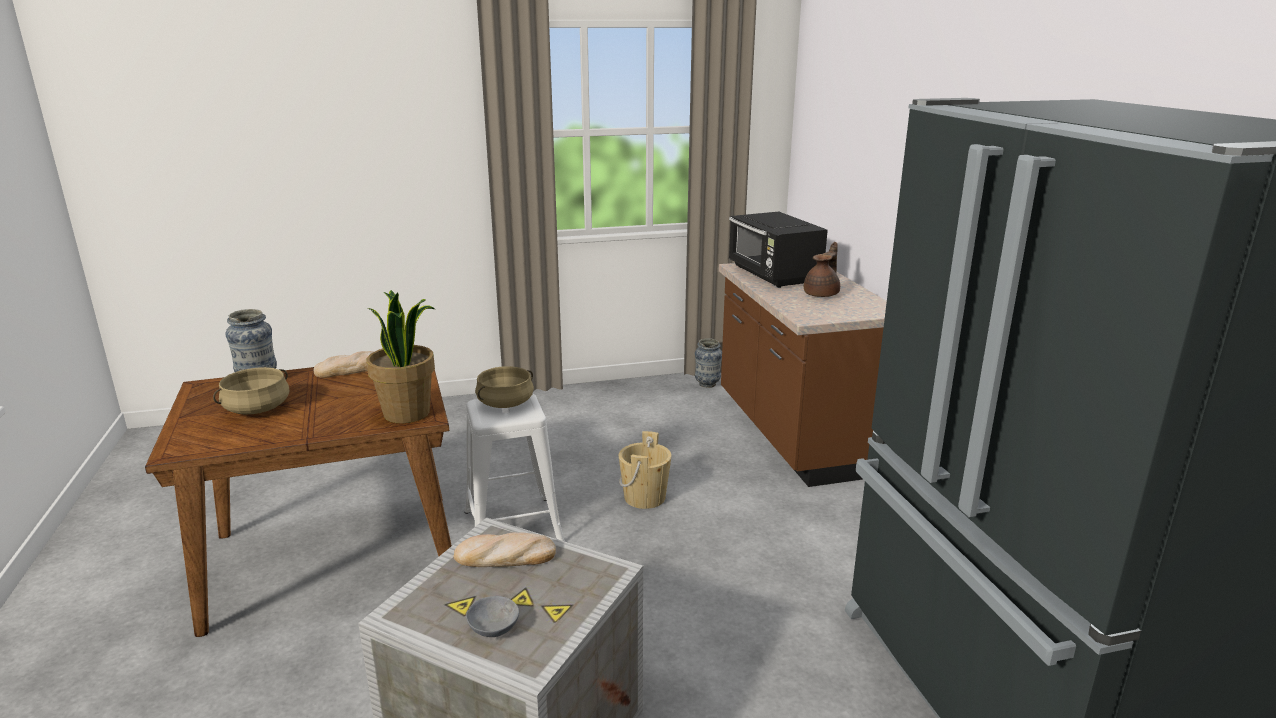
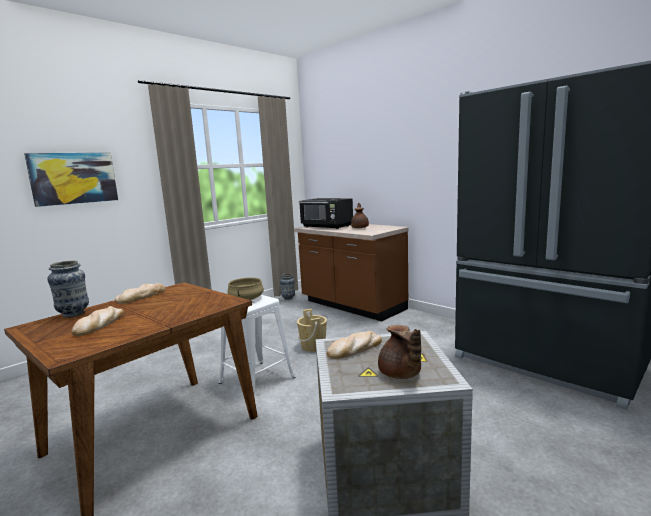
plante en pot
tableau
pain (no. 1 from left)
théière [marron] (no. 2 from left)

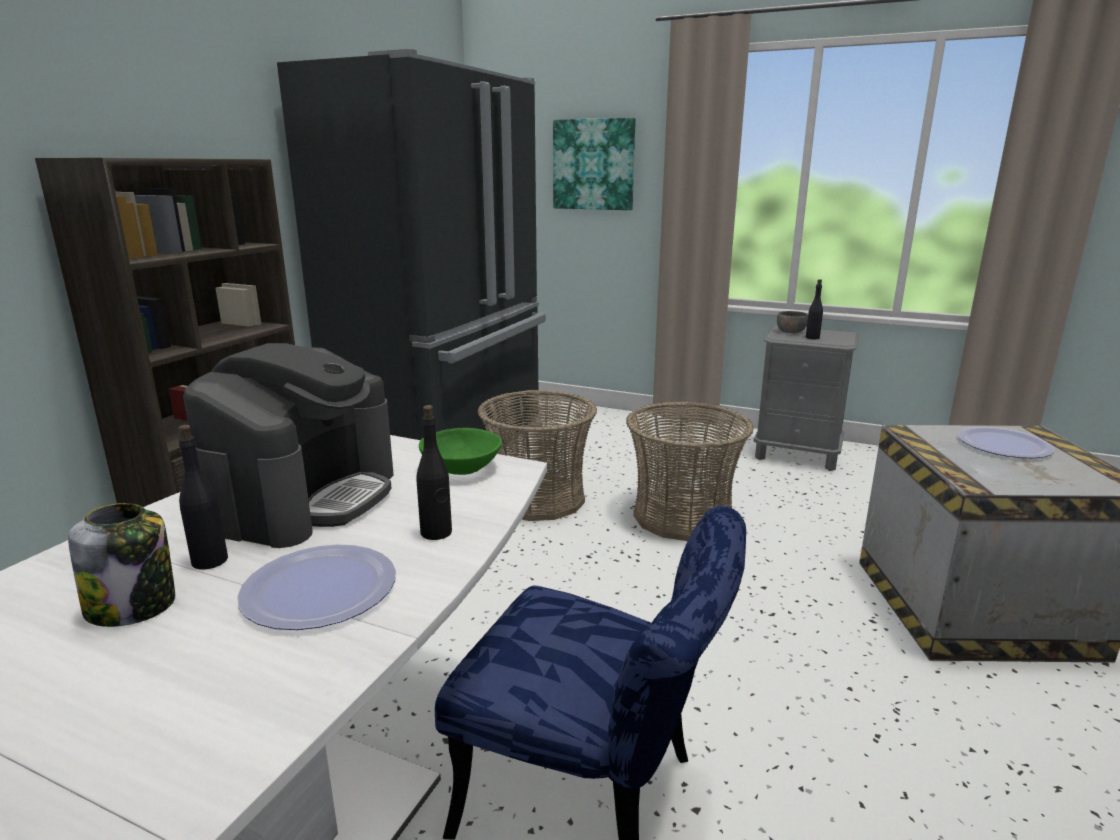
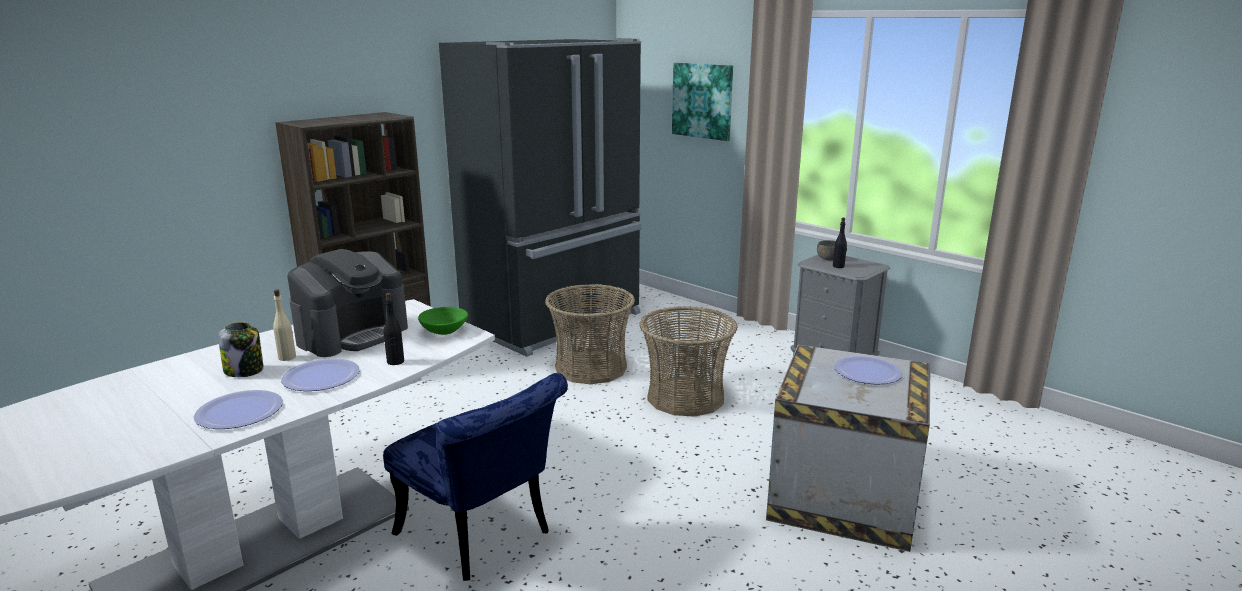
assiette (no. 1 from left)
bouteille [beige]

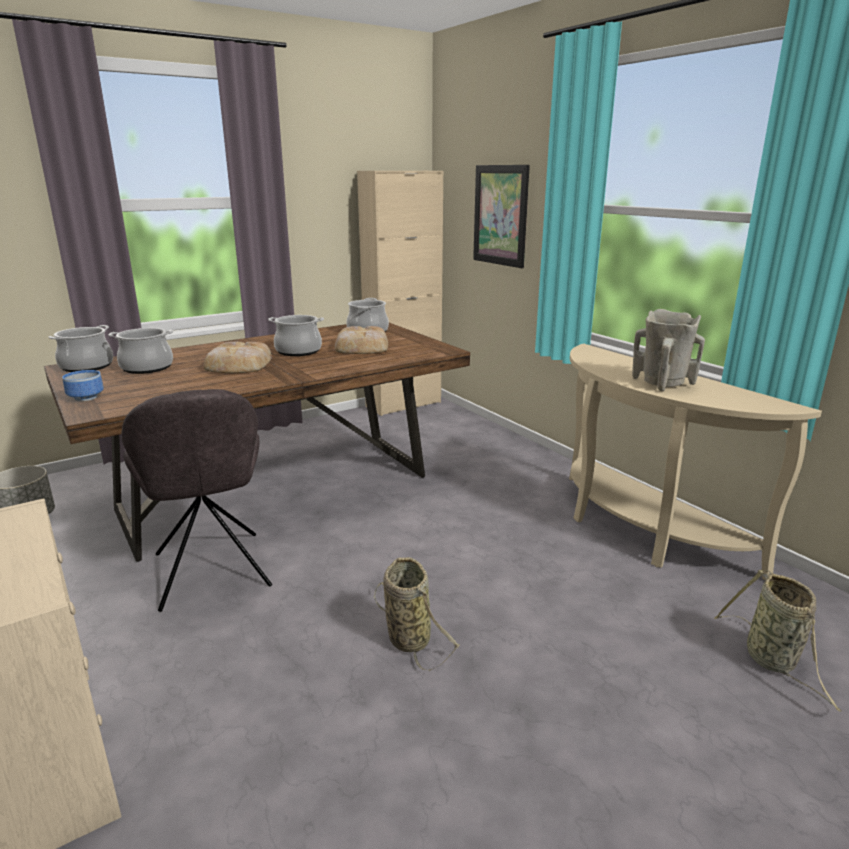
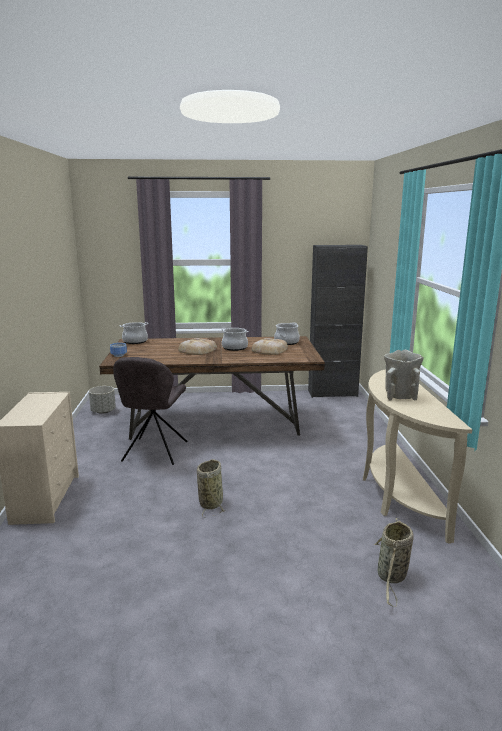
marmite (no. 2 from left in the first image)
tableau
meuble de rangement [noir]

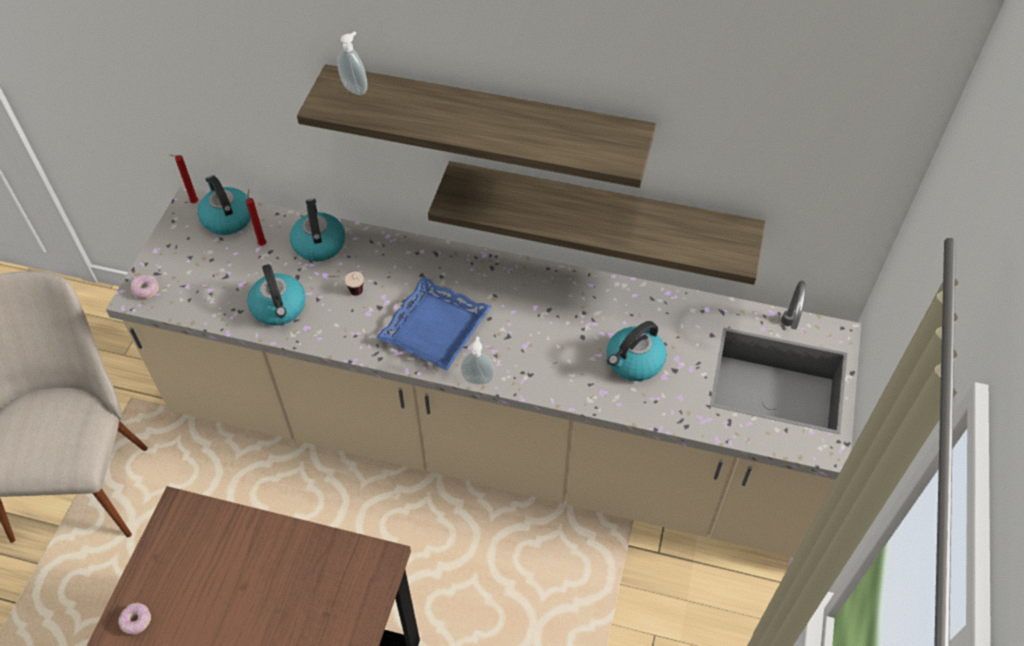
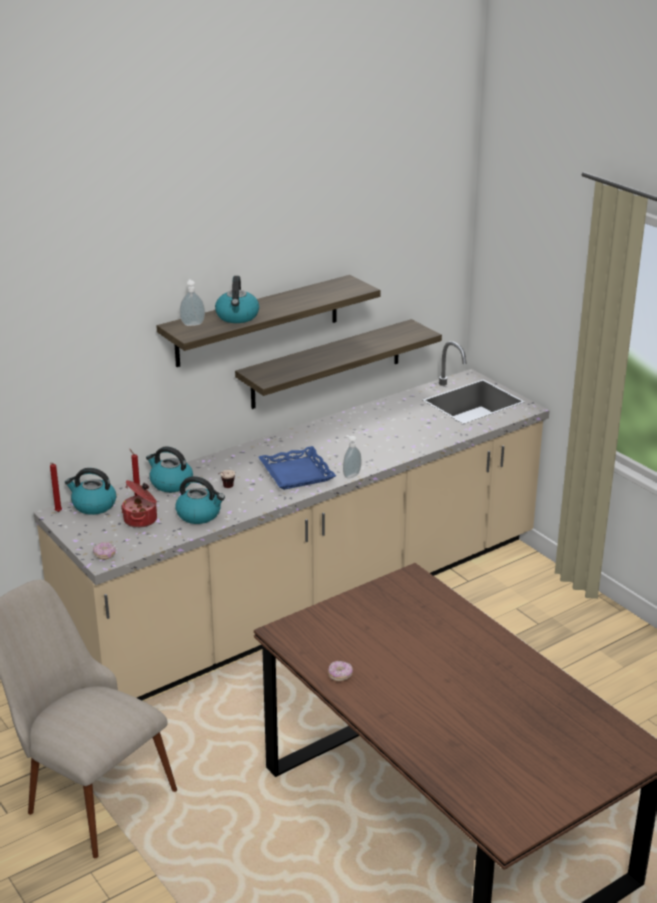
marmite
bouilloire (no. 4 from left)

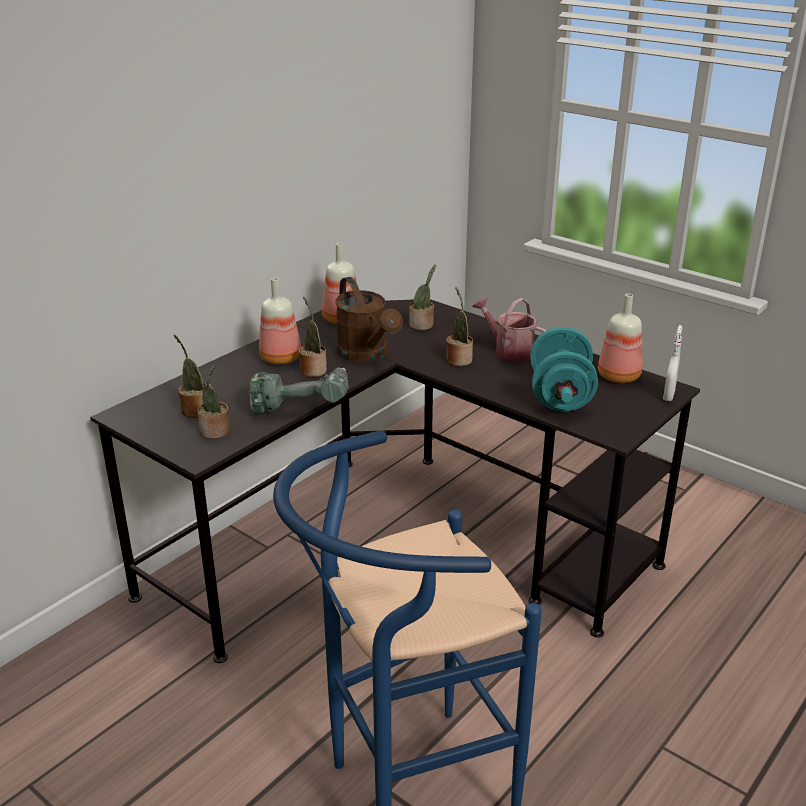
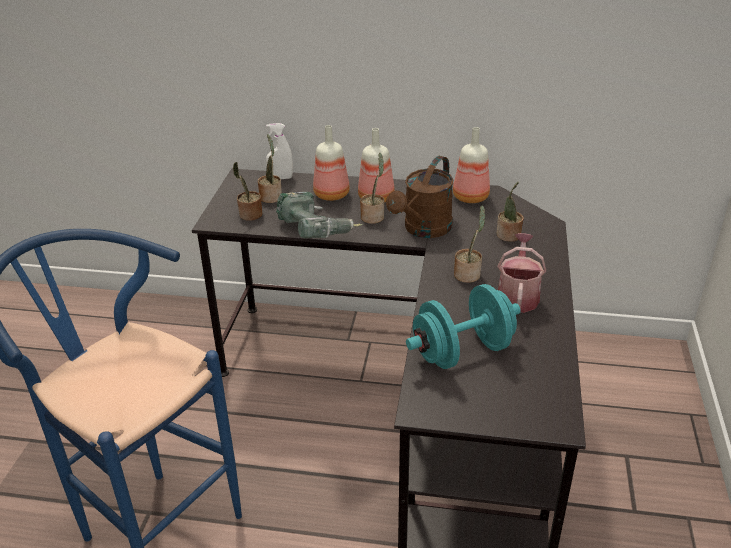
bouteille (no. 1 from left)
vaporisateur [blanc]

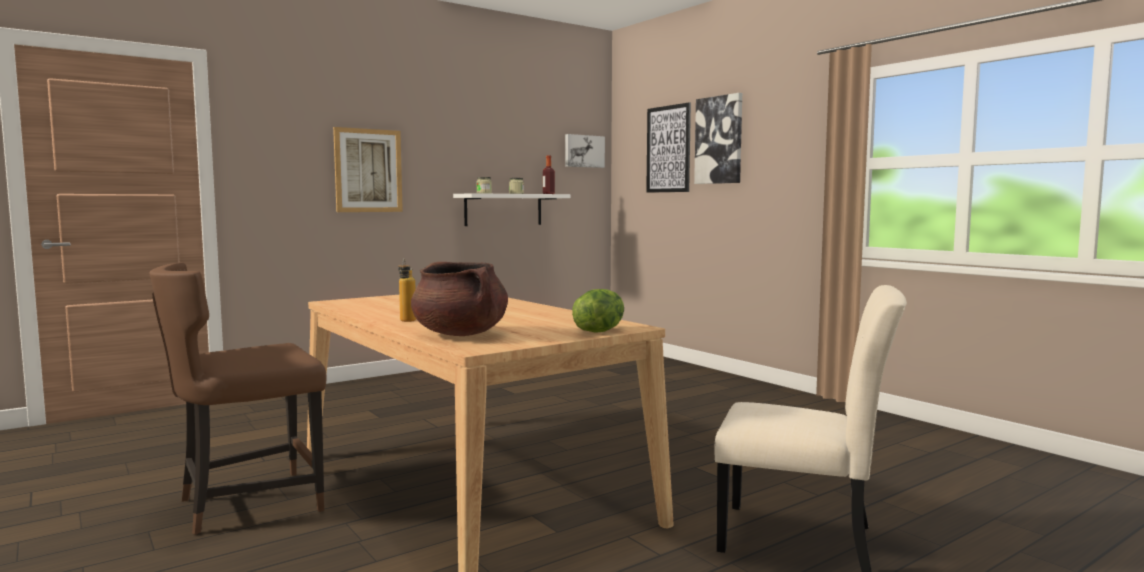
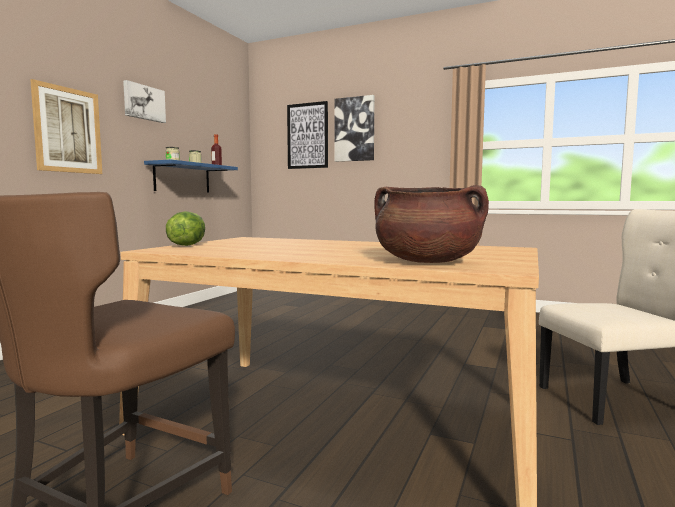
bouteille (no. 1 from left in the first image)
tableau (no. 2 from left)
laitue
étagère [bleu]

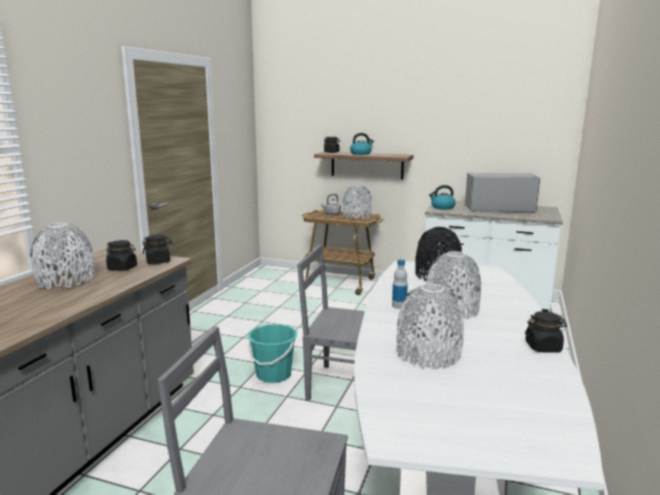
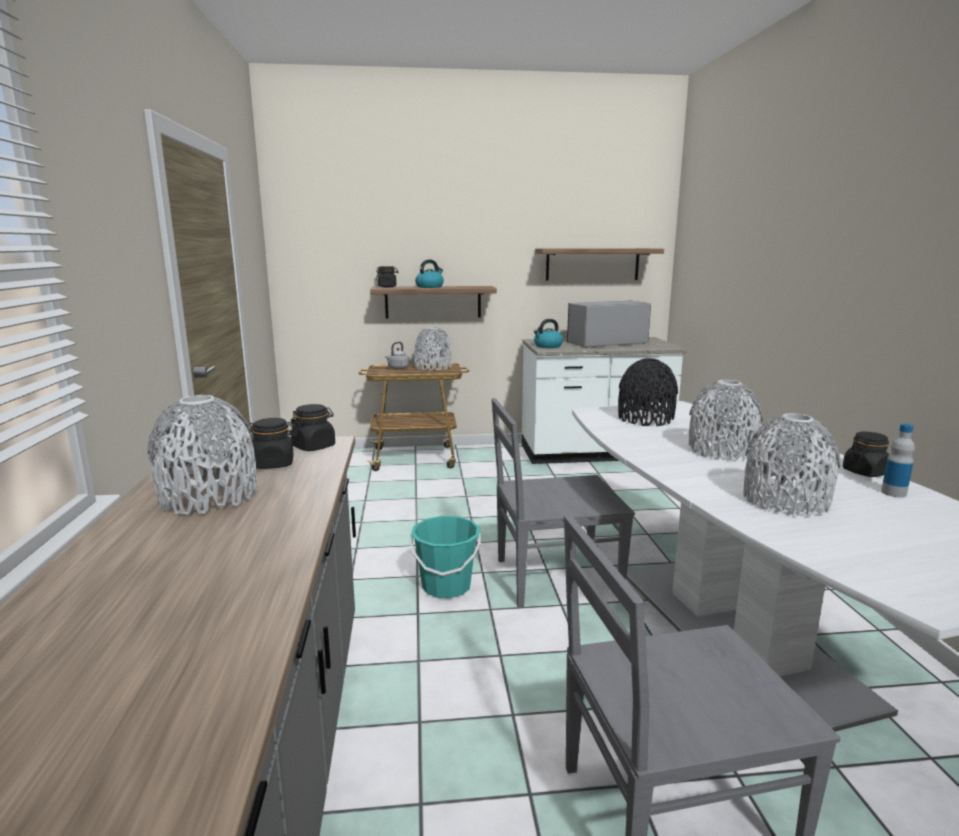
étagère (no. 2 from left)
bouteille

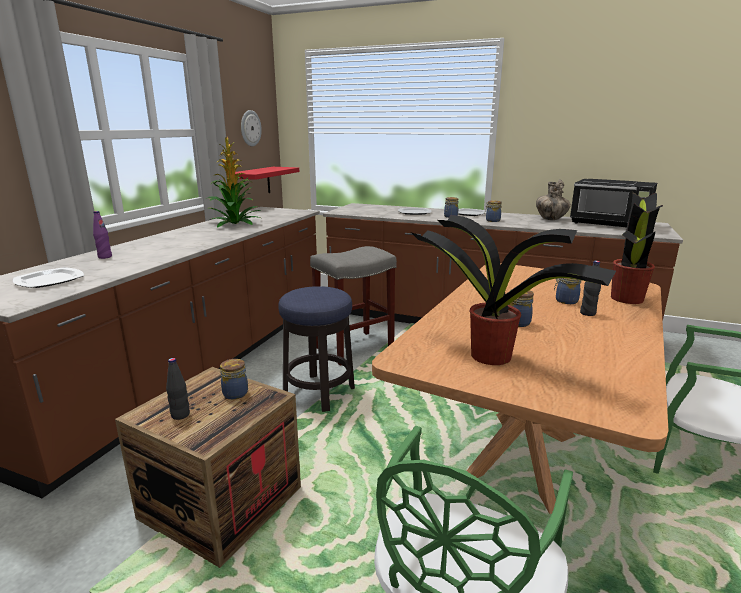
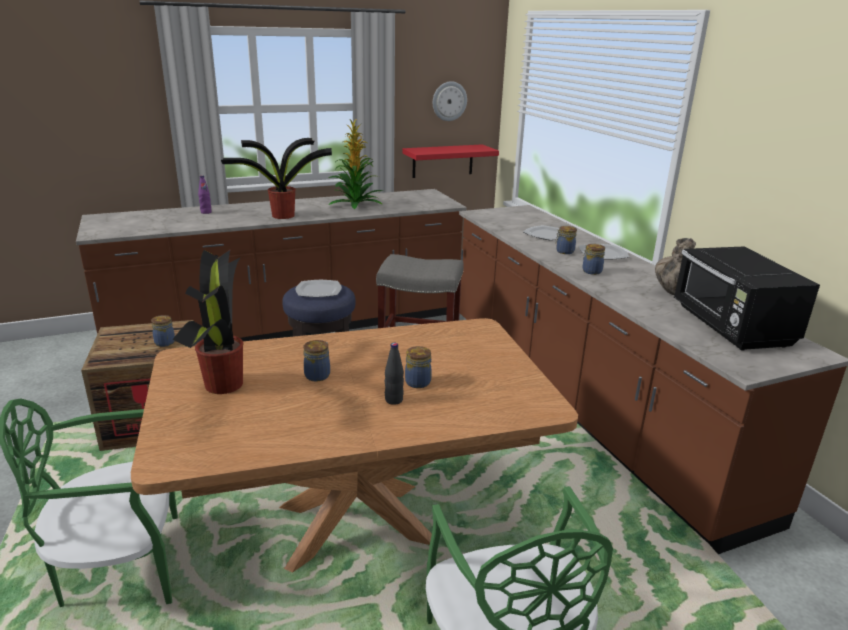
bouteille [noir] (no. 1 from left in the first image)
assiette (no. 1 from left)
plante en pot (no. 2 from left)

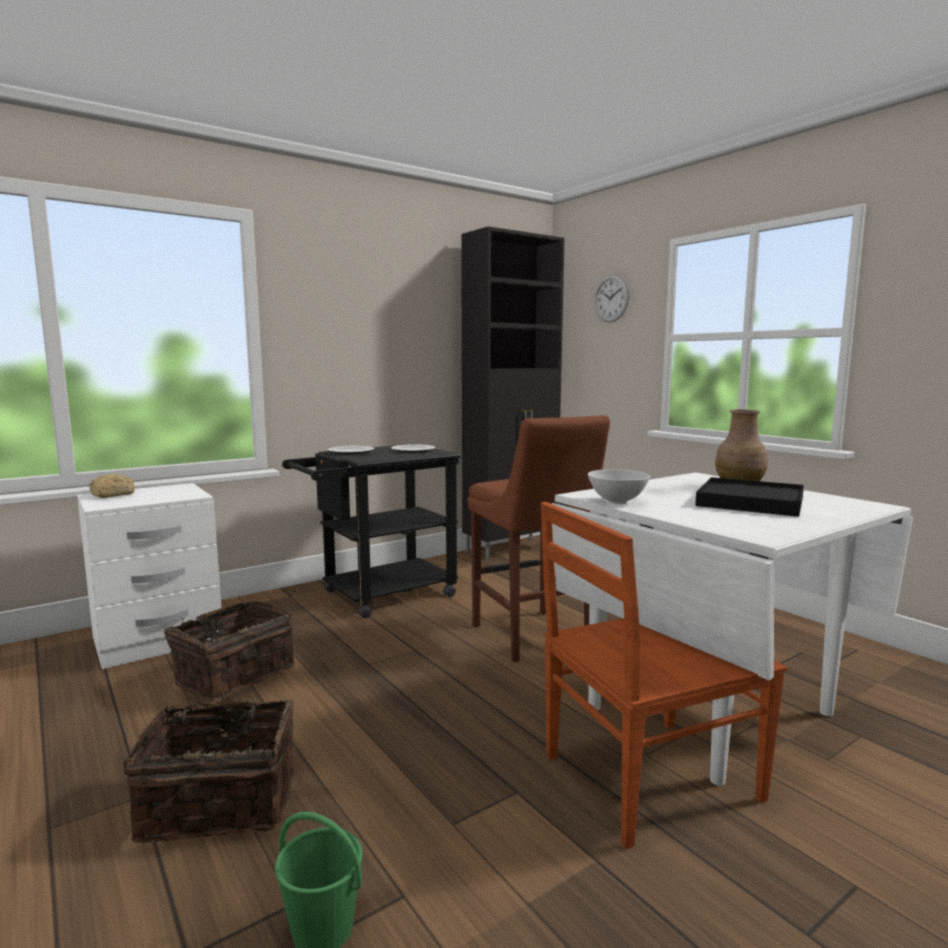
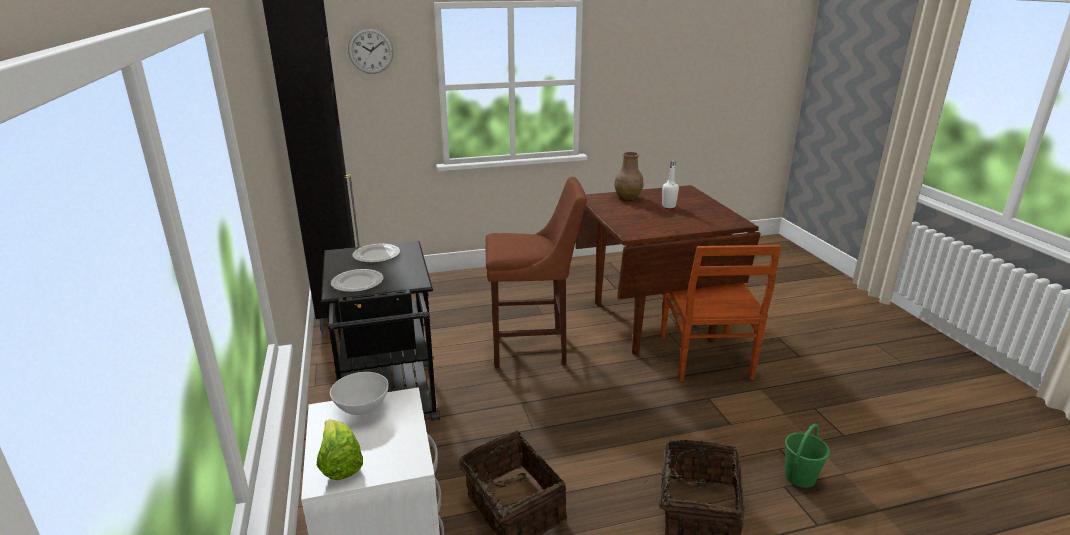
bol [blanc]
laitue
bouteille [blanc]
table à manger [marron]

